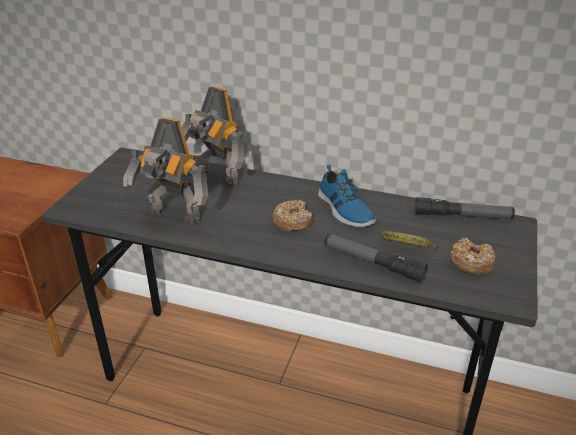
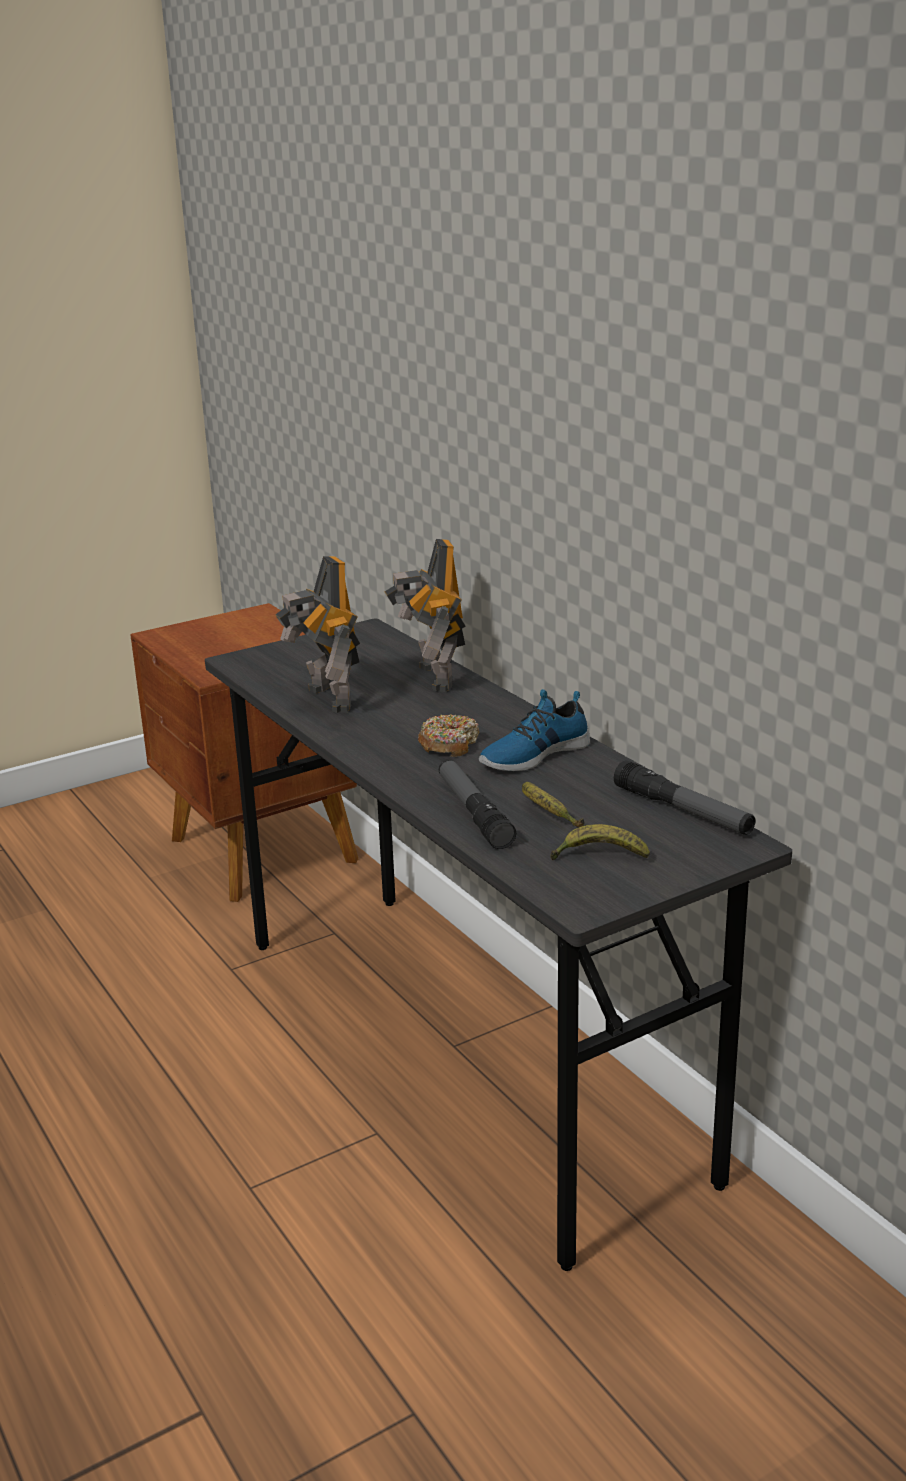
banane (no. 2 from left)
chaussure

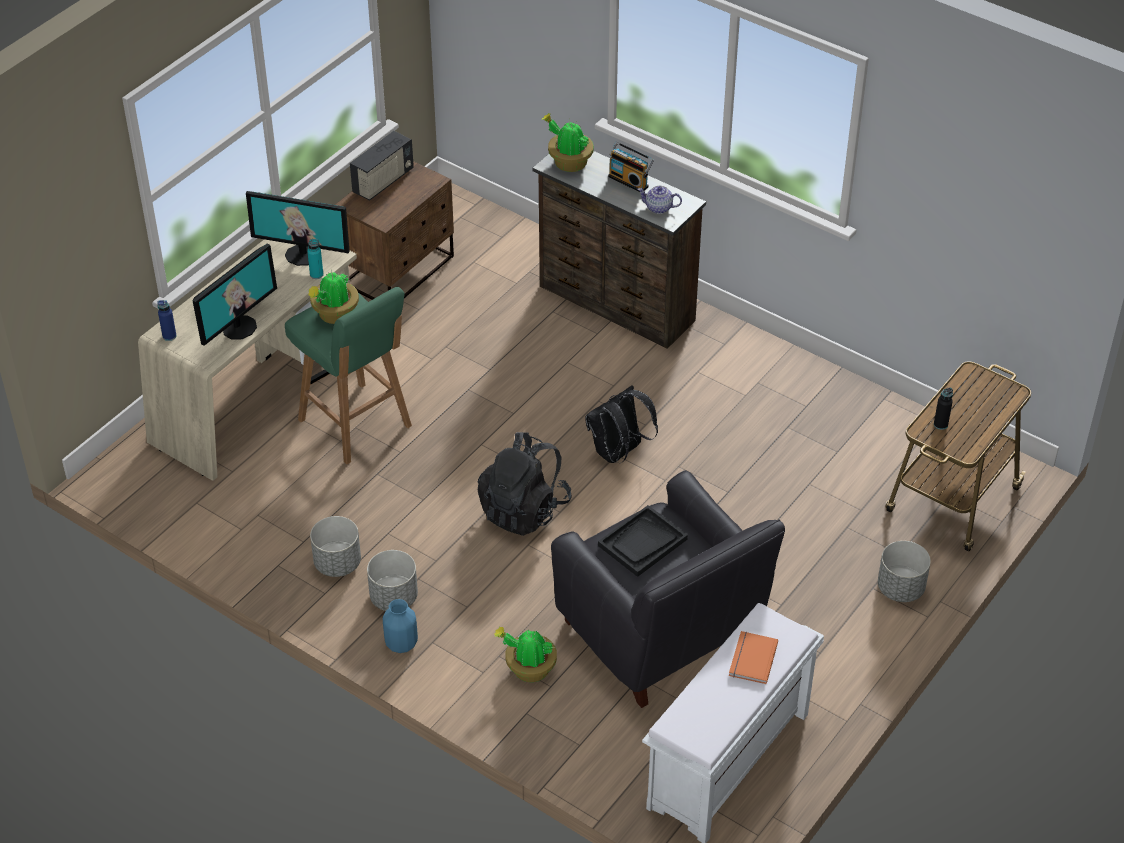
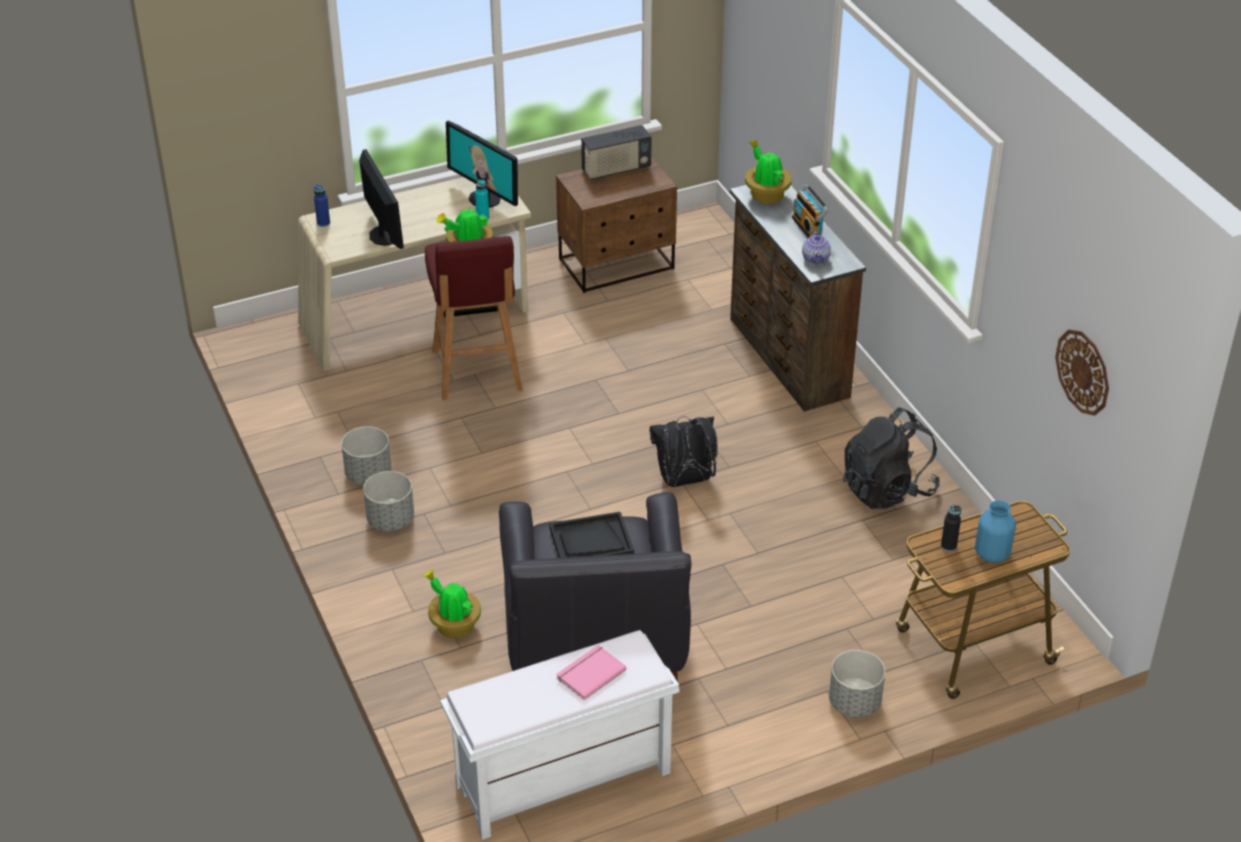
horloge murale
vase [bleu]
sac à dos [noir] (no. 2 from left)
tabouret [rouge]
livre [rose]
écran d'ordinateur (no. 1 from left)
théière

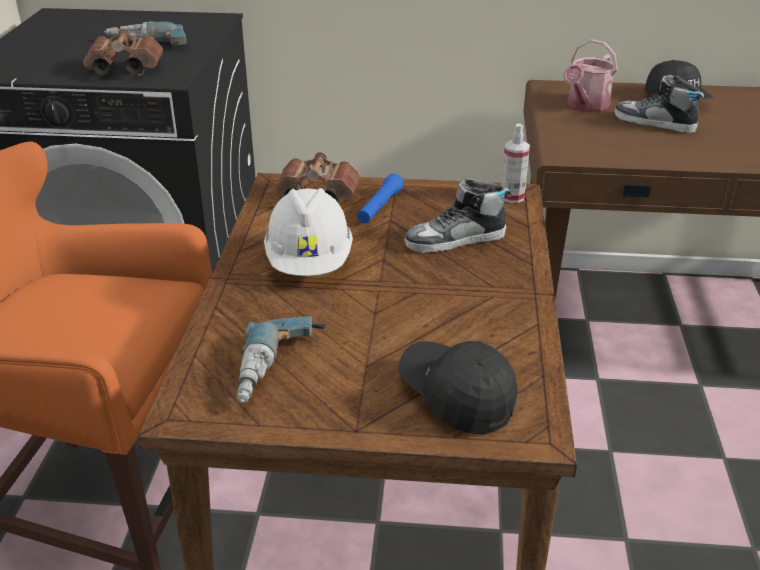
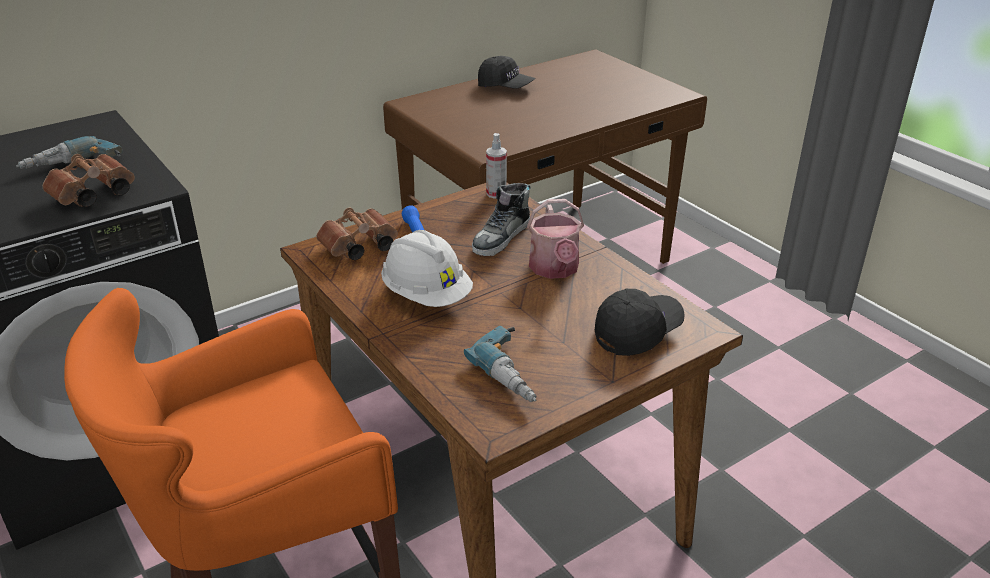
chaussure (no. 2 from left in the first image)
arrosoir
casquette [noir] (no. 2 from left)

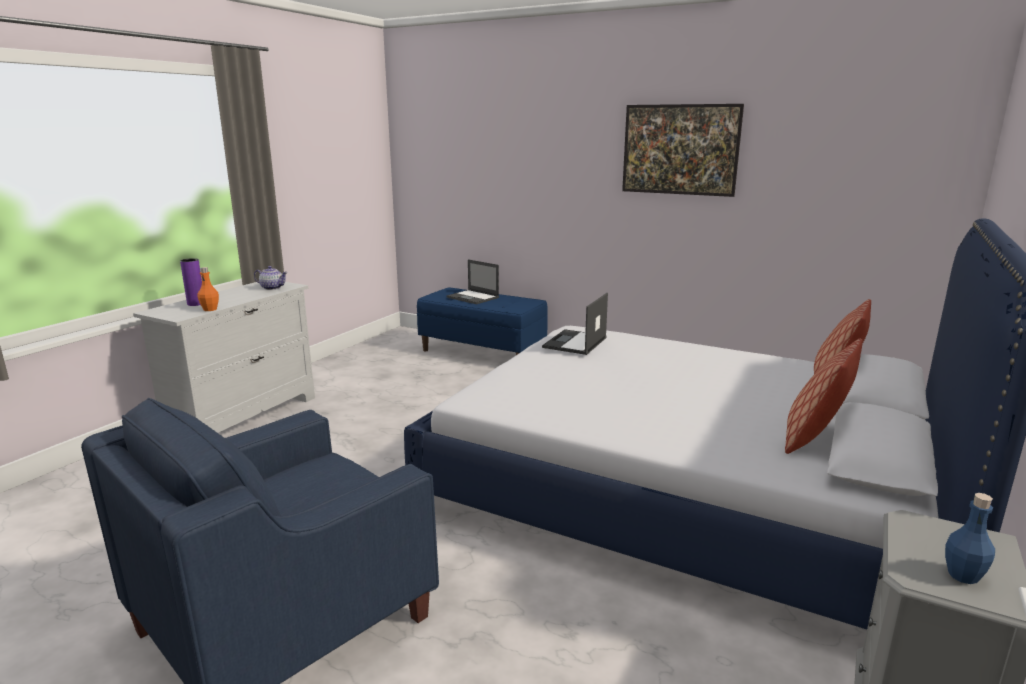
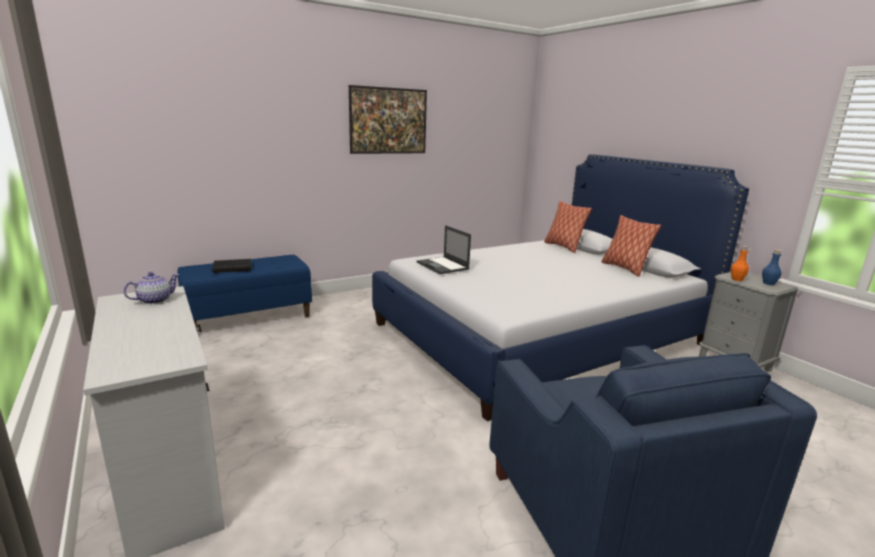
vase [violet]
bouteille [orange]
livre [noir]

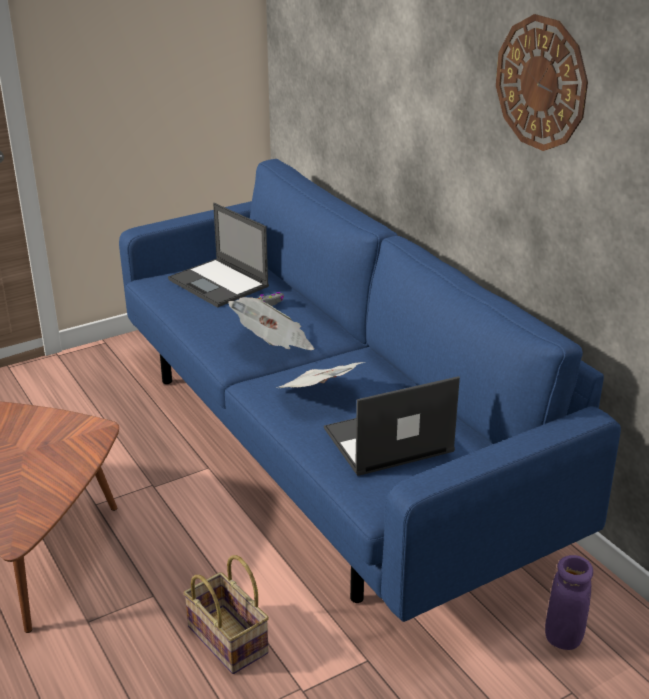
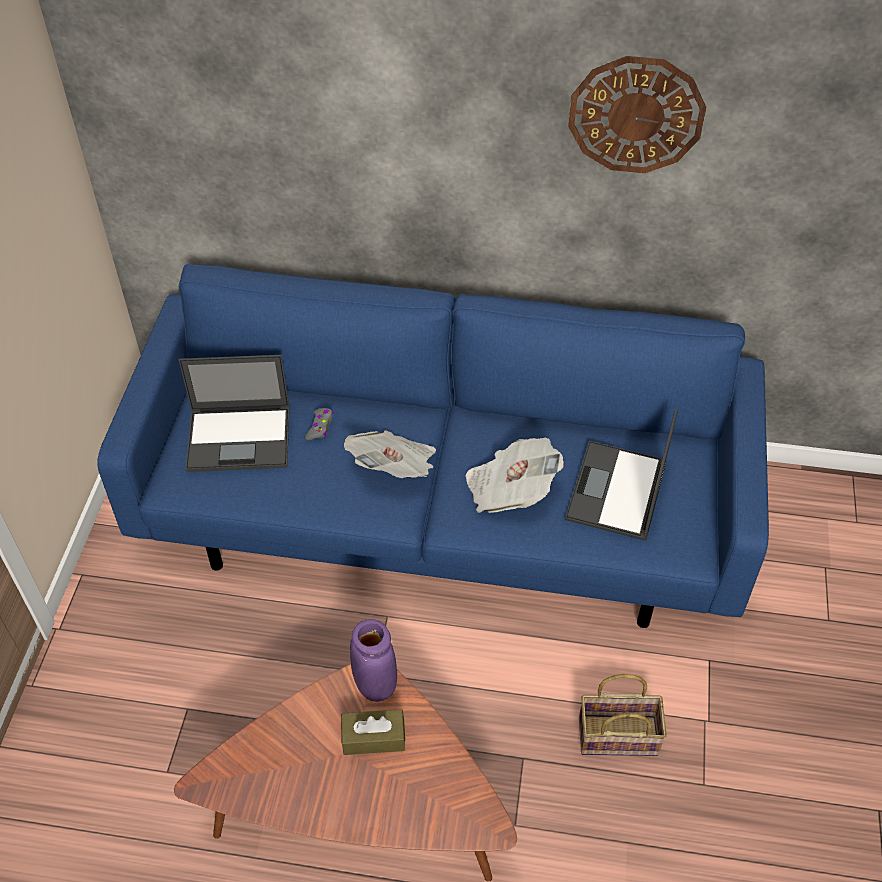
boîte à mouchoirs [marron]
vase [violet]

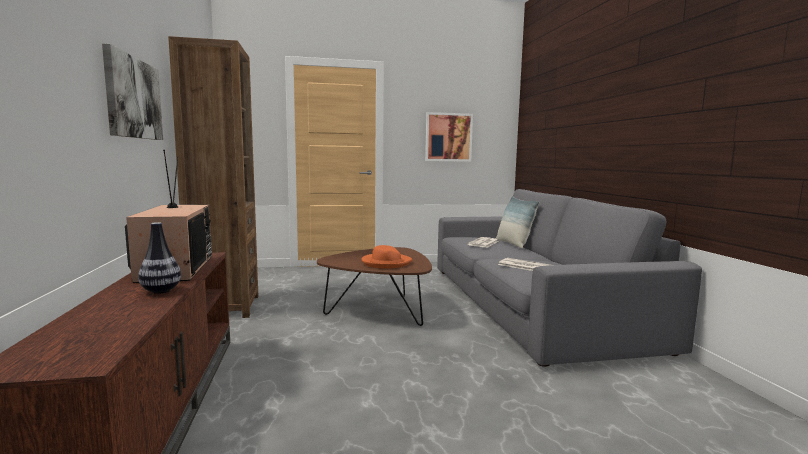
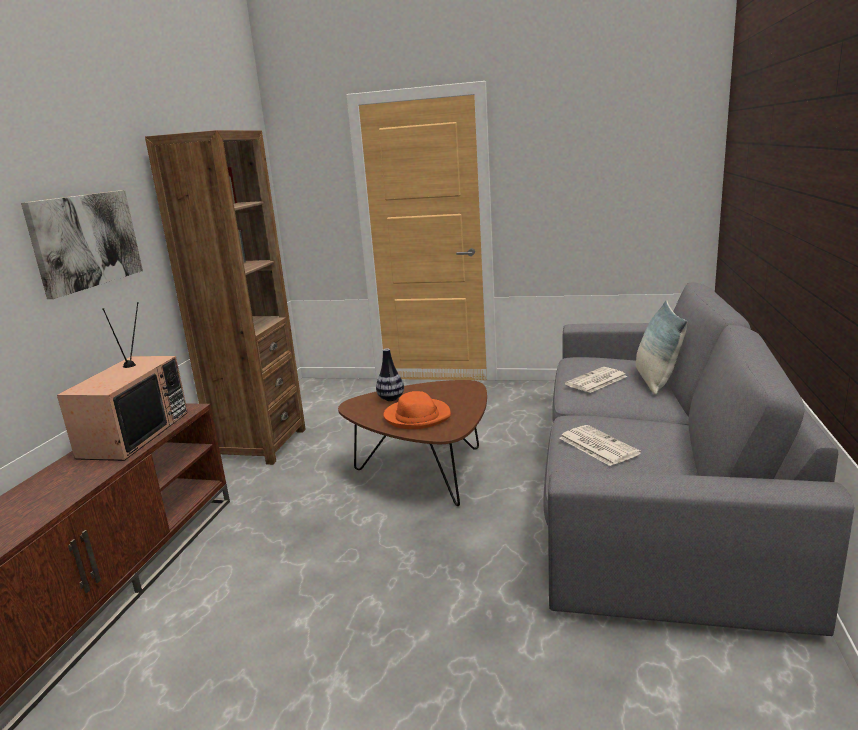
tableau (no. 2 from left in the first image)
vase

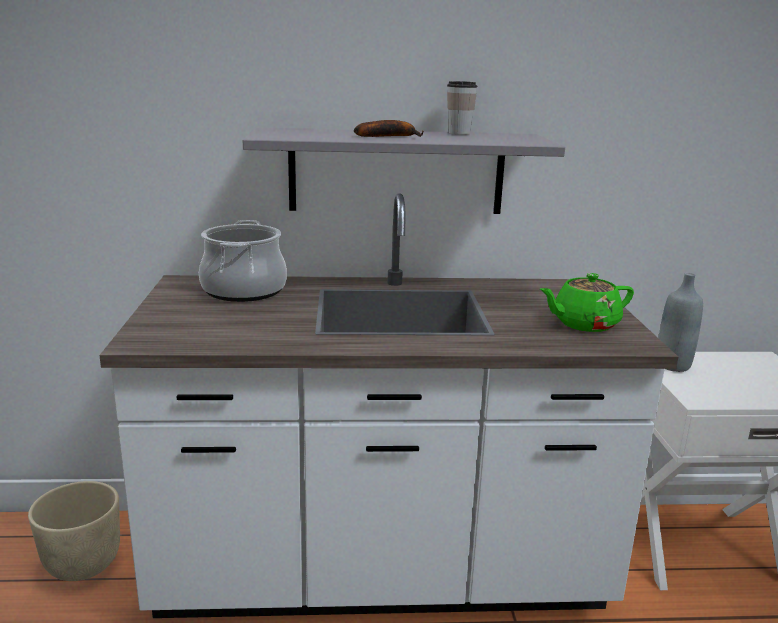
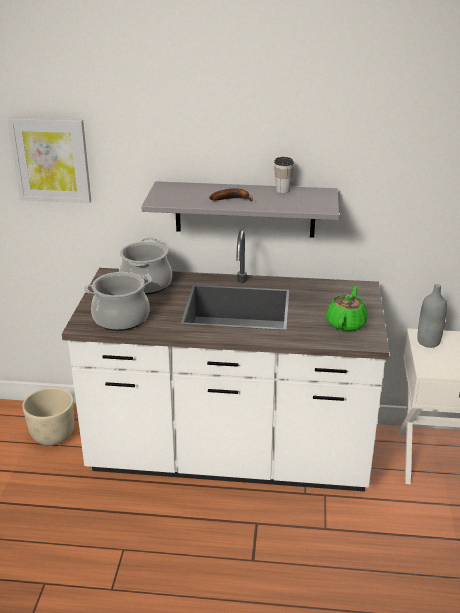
tableau
marmite (no. 1 from left)
théière [vert]

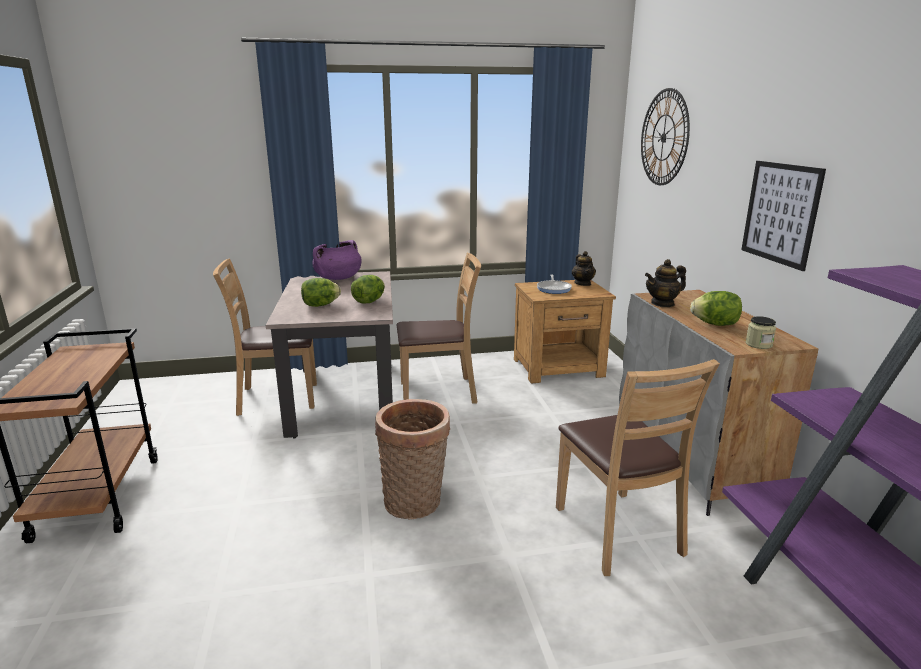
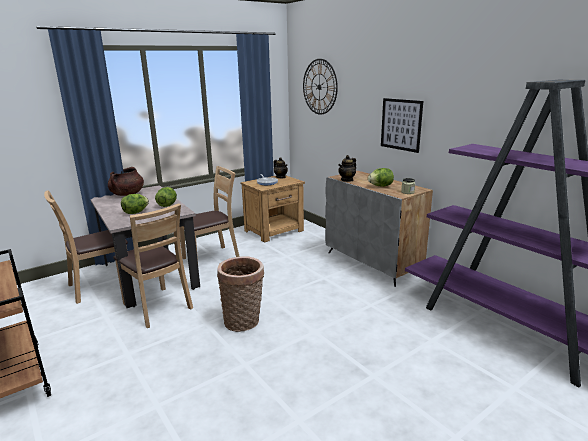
chaise [marron] (no. 2 from left)
marmite [marron]

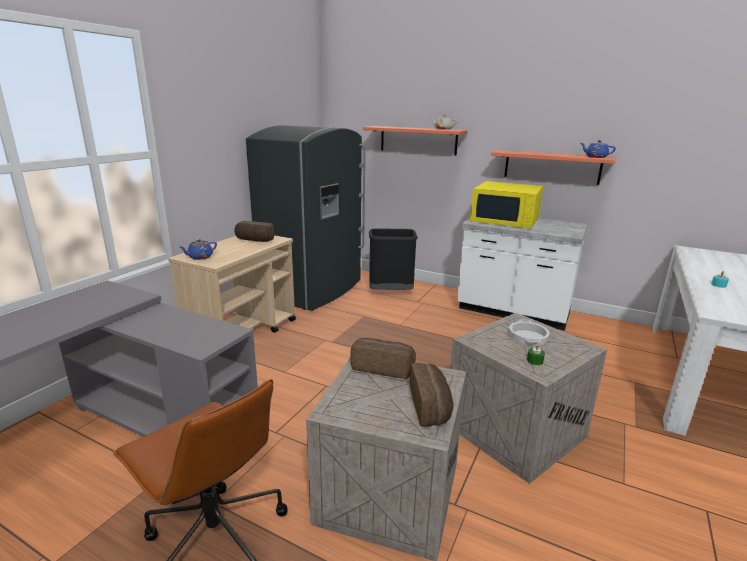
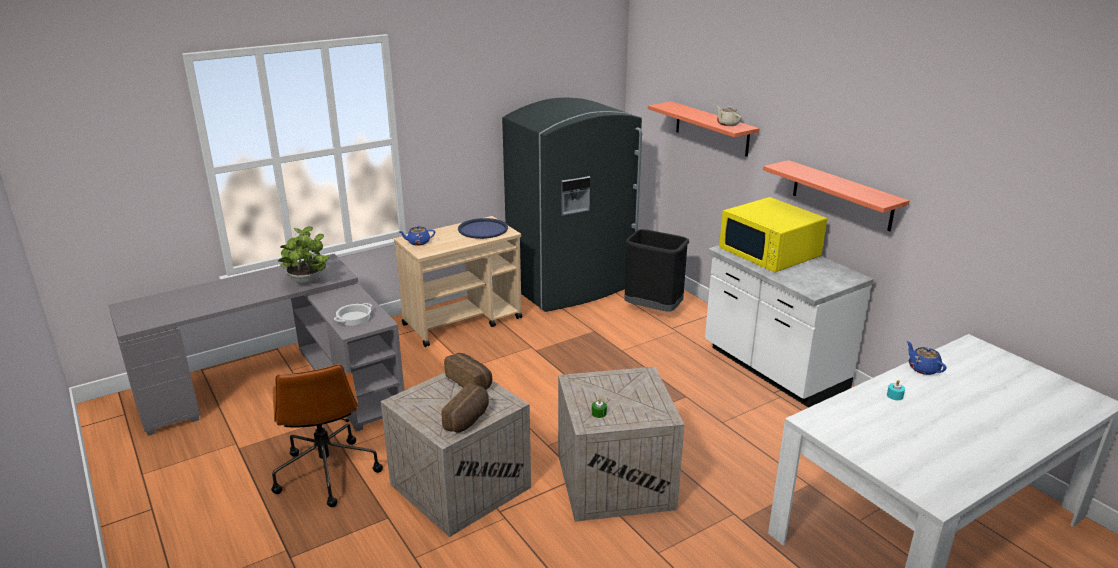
plante en pot
marmite
théière [bleu] (no. 2 from left)
plateau [bleu]

